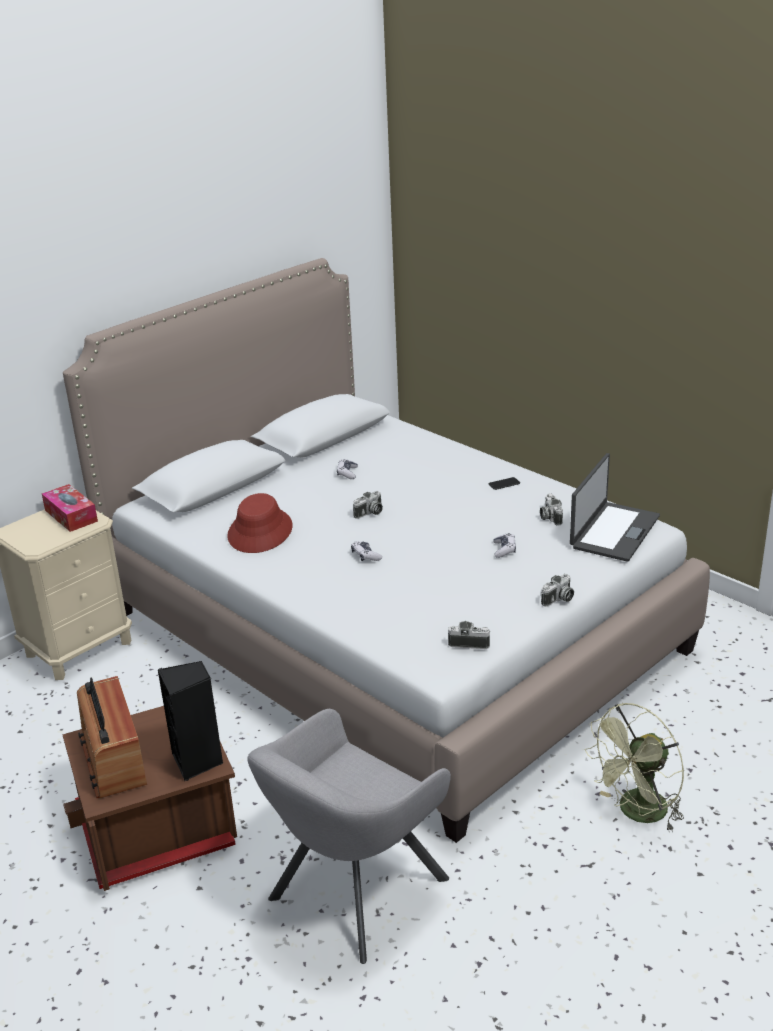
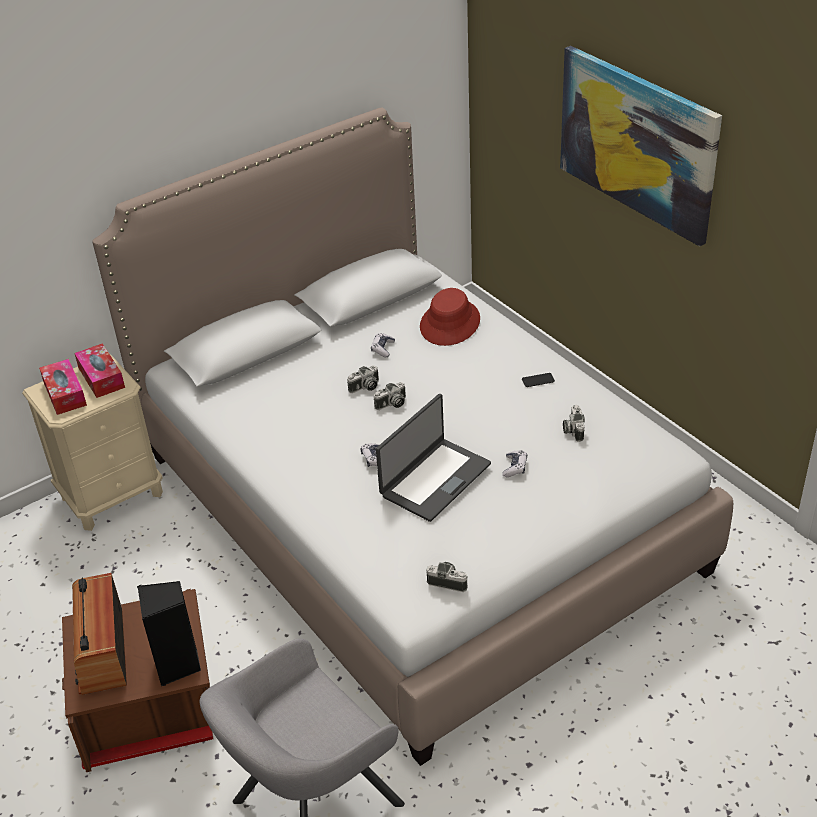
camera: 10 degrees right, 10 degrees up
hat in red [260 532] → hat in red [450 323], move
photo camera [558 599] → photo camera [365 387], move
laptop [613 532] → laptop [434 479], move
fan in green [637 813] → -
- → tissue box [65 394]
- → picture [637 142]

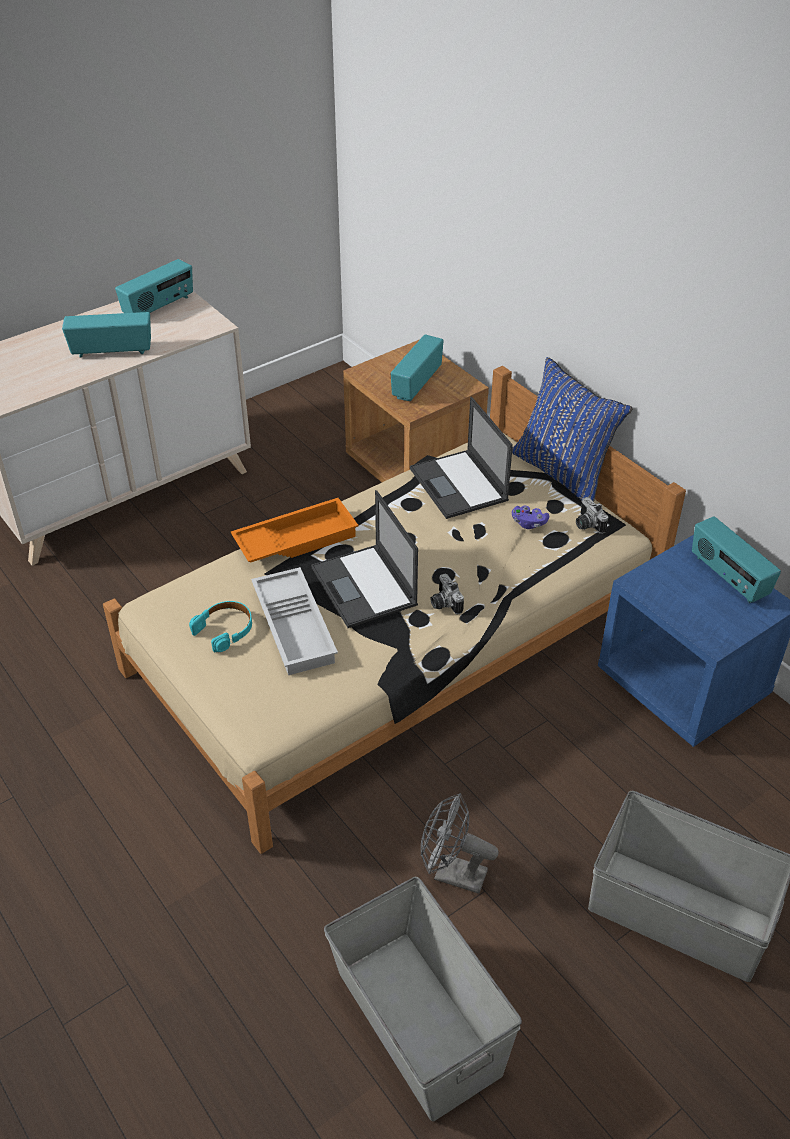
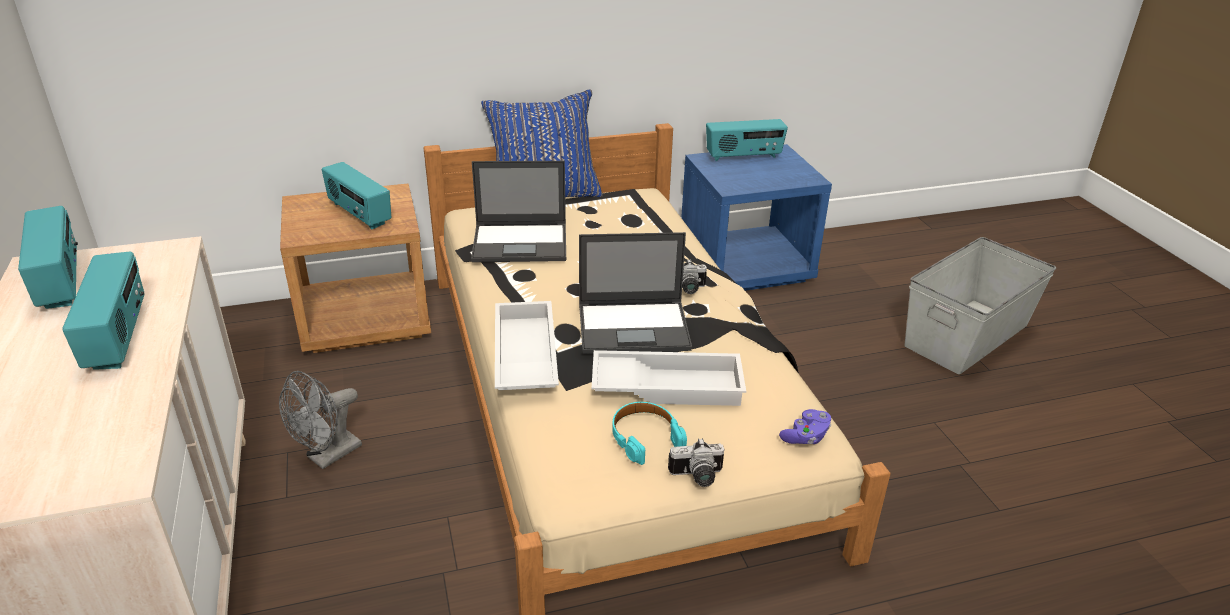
camera: 70 degrees left, 10 degrees down
radio [112 351] → radio [119 337], 150 degrees clockwise
tray in orange [296 539] → tray in white [523 356]
storage box in grey [417 1023] → -
fan in grey [452 874] → fan in grey [328 456], move
game controller in purple [528 523] → game controller in purple [805 437], move
photo camera [586 524] → photo camera [697 477], move

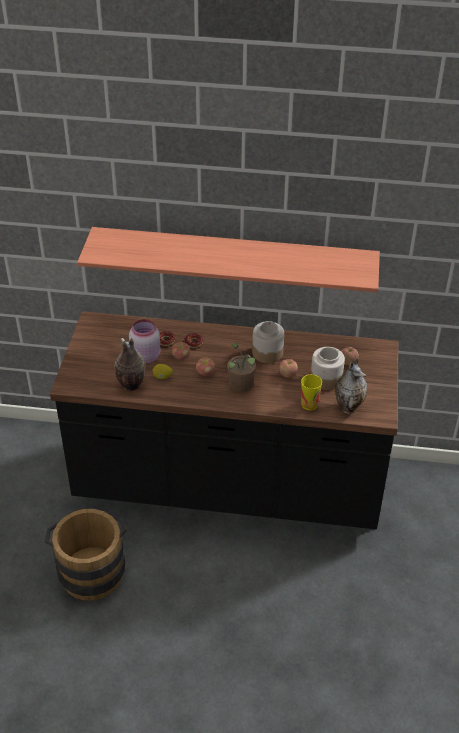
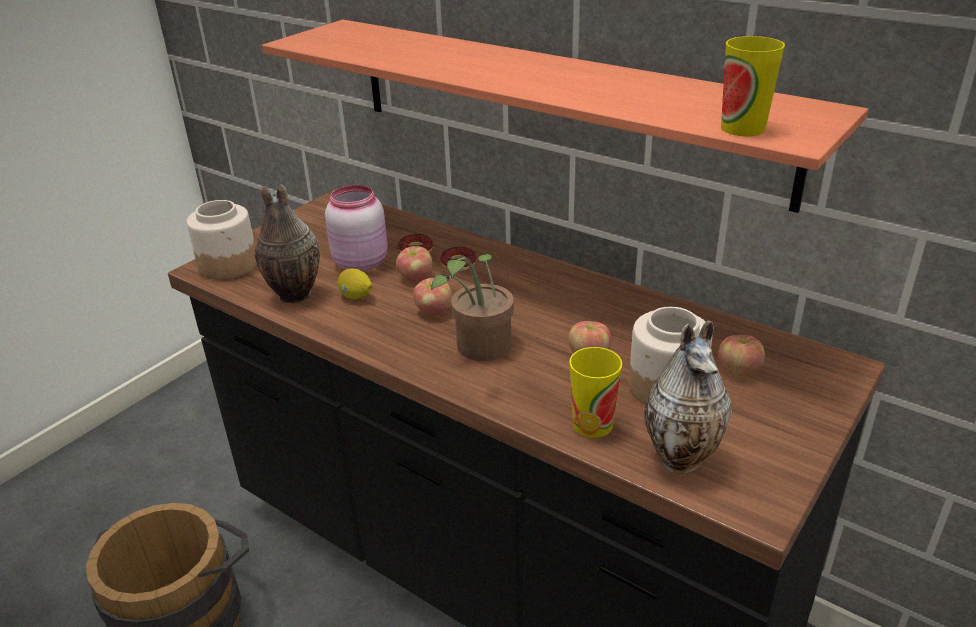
camera: 30 degrees right, 10 degrees down
jar [267 353] → jar [229 265], move
- → cup [743 128]

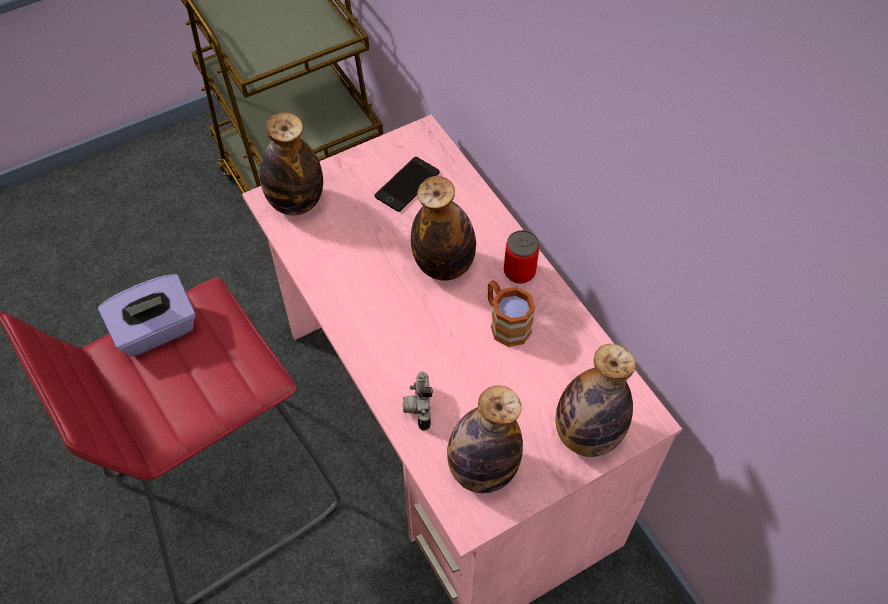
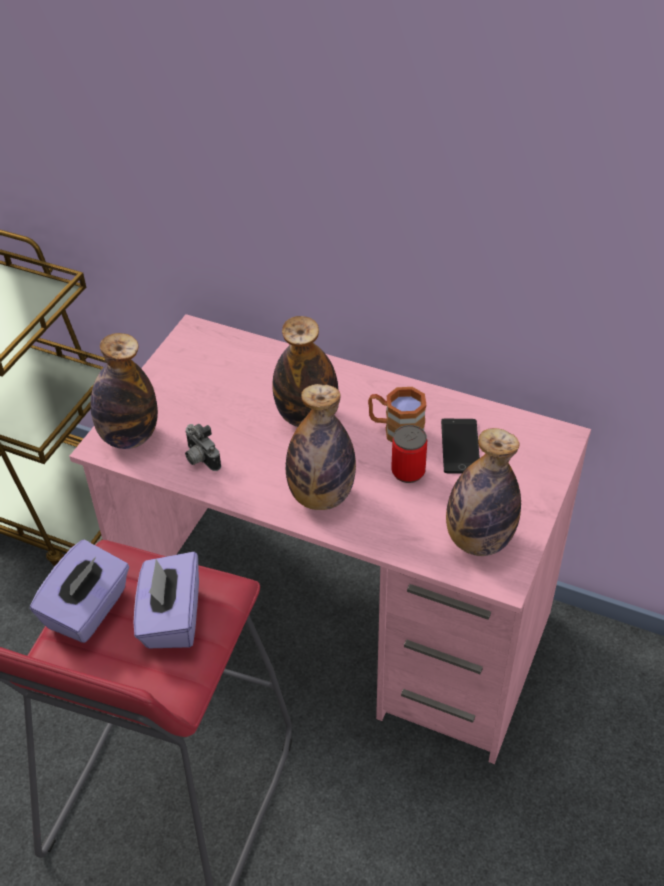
camera: 35 degrees left, 10 degrees down
phone [407 184] → phone [460 446], move
photo camera [418 407] → photo camera [200 459], move
can [519 272] → can [408 471], move
bottle [586 435] → bottle [321 496], move
- → tissue box in purple [171 618]

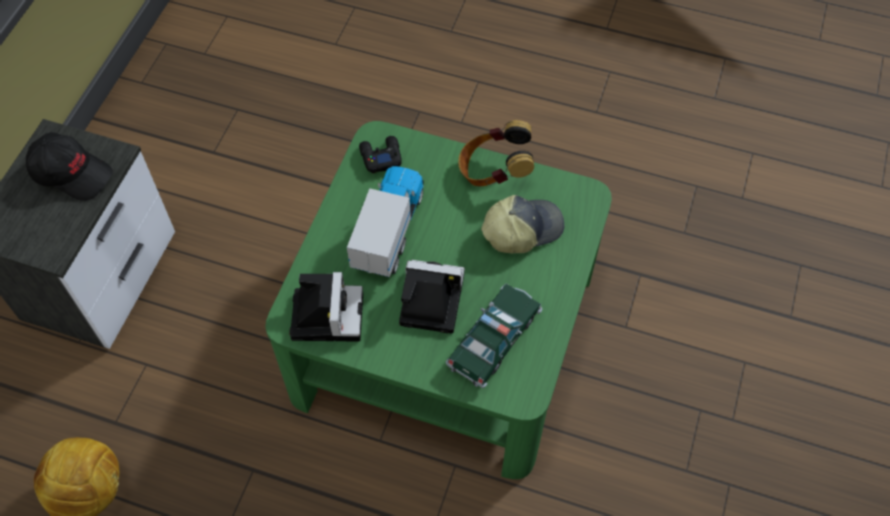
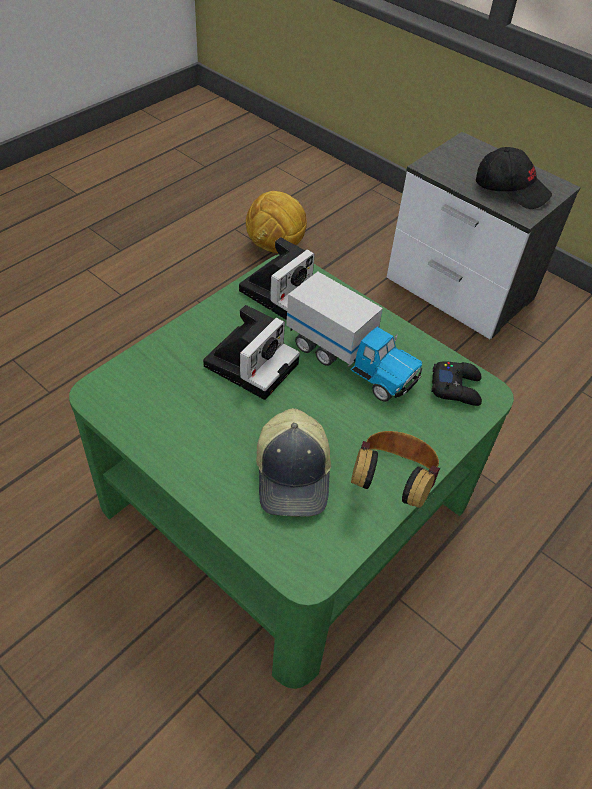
camera: 110 degrees right, 10 degrees down
cap in black [72 173] → cap in black [511 189], 105 degrees counterclockwise
photo camera [326 313] → photo camera [283 291], 75 degrees counterclockwise
toy car [494 340] → -

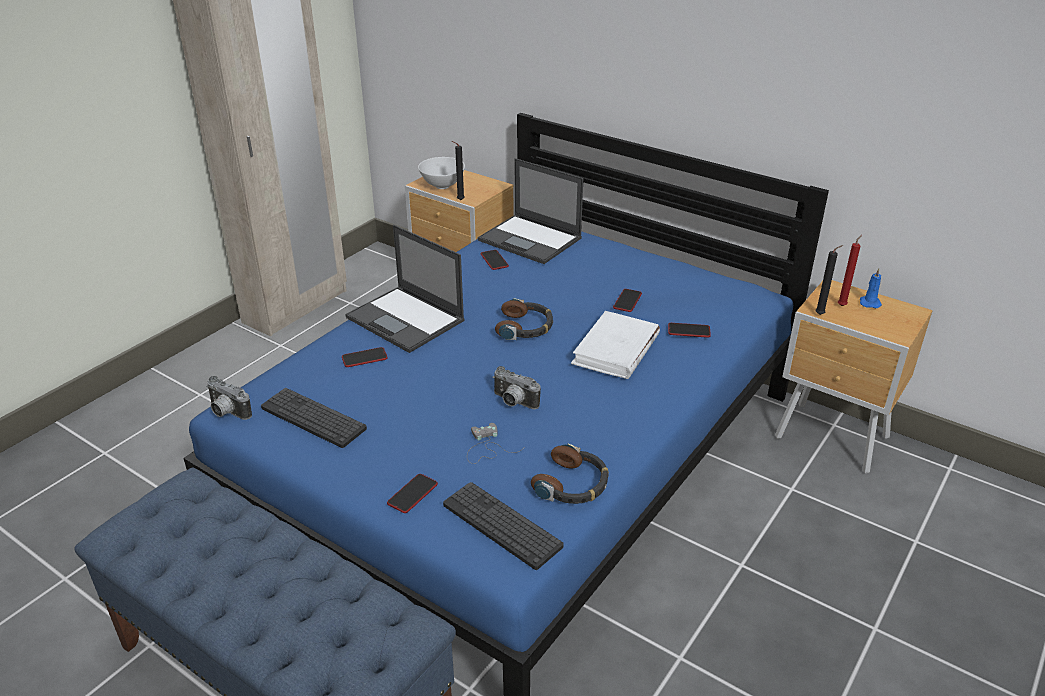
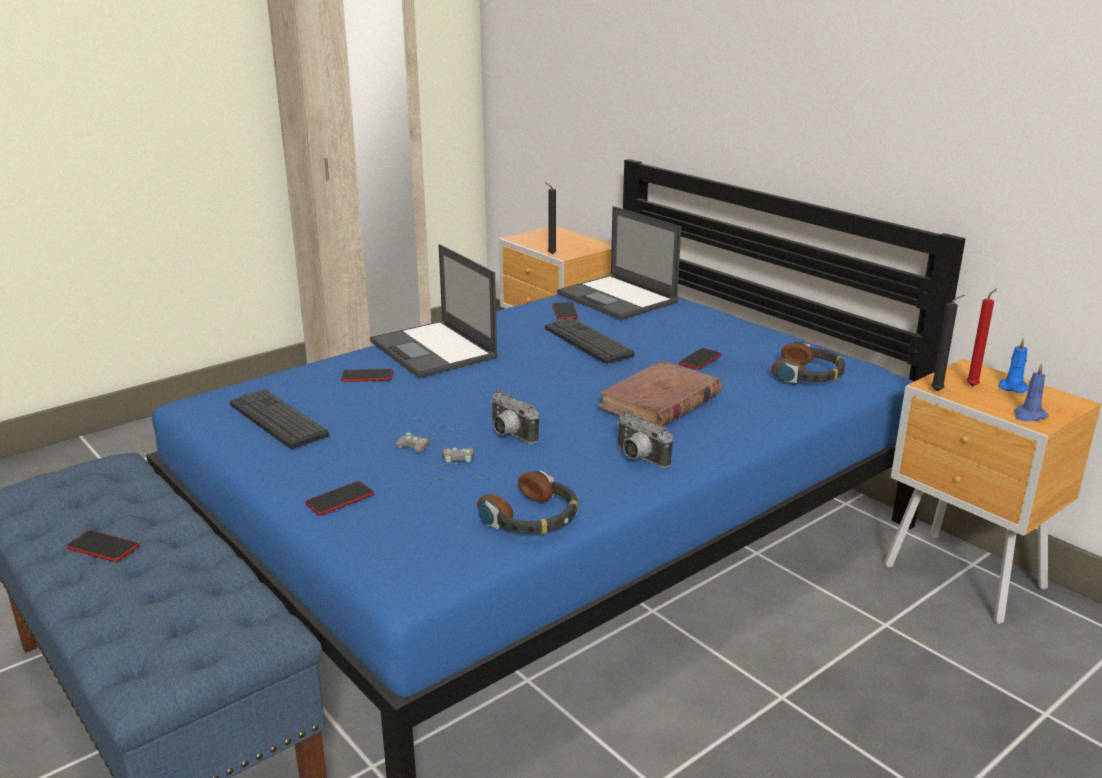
camera: 15 degrees right, 10 degrees down
photo camera [226 413] → photo camera [638 458], move
bowl in white [442 186] → -
keyboard [501 525] → keyboard [588 342], move
headphones [525 327] → headphones [809 374], move
book in white [616 350] → book in brown [659 401]
phone [689 331] → phone [103 547], move
- → game controller in grey [431 437]
- → candle in blue [1029 416]

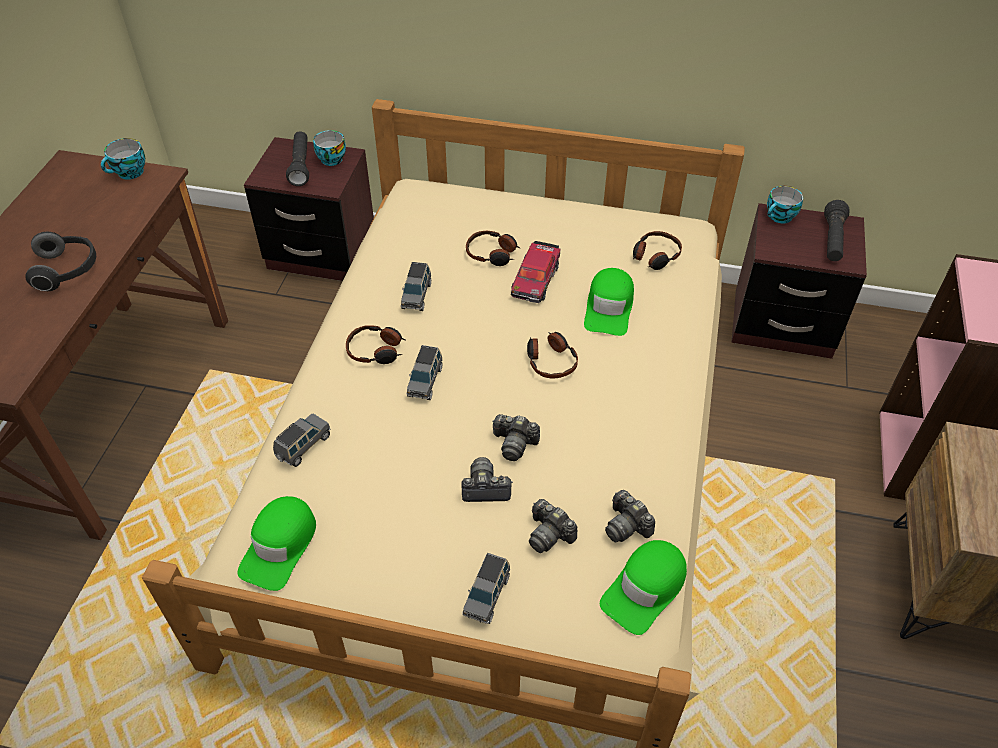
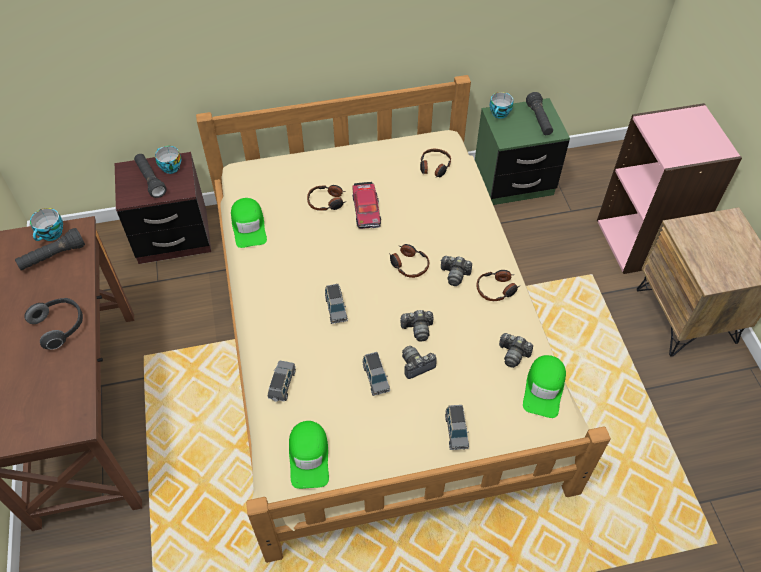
camera: 25 degrees left, 5 degrees up
headphones [376 351] → headphones [497 289], move
toy car in grey [416 295] → toy car in grey [375 378], move
photo camera [549 534] → photo camera [455 275], move
cap in green [609 308] → cap in green [249 226], move
nightstand in brown [782 324] → nightstand in green [513 181]
- → flashlight in black [53 257]

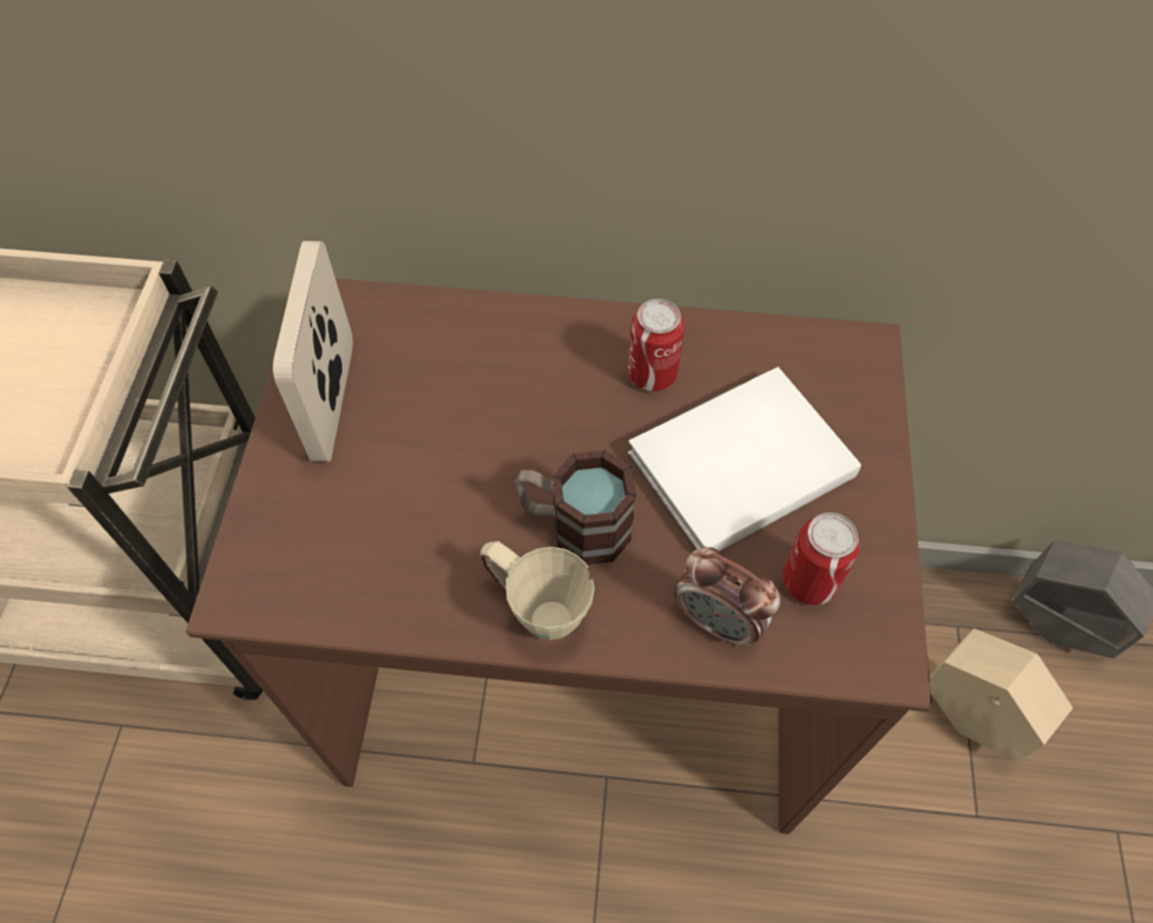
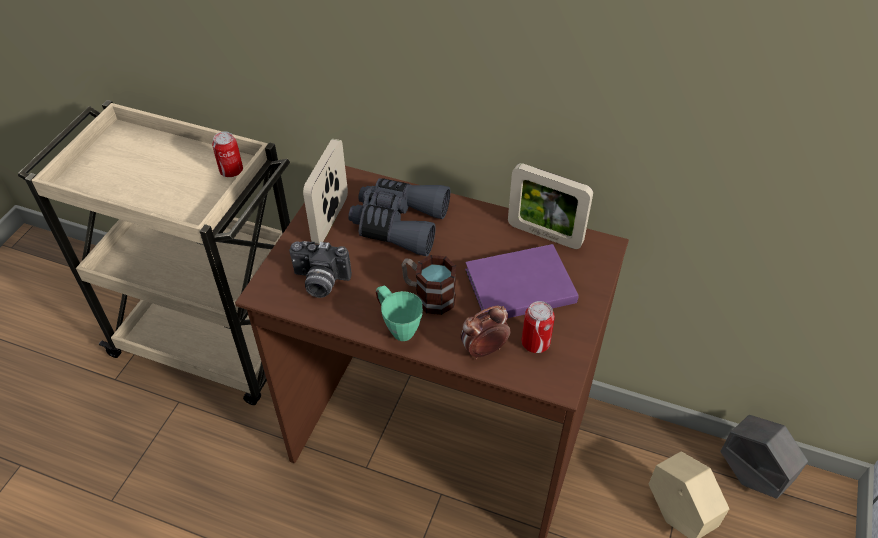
camera: 15 degrees right, 10 degrees down
mug in beige [535 609] → mug in green [397 326]
can [652 374] → can [231 171], move
book in white [734 465] → book in purple [517 285]
alarm clock [718 621] → alarm clock [483 350], 105 degrees clockwise
- → photo camera [320 282]
- → binoculars in grey [398 224]
- → picture frame [544 235]

